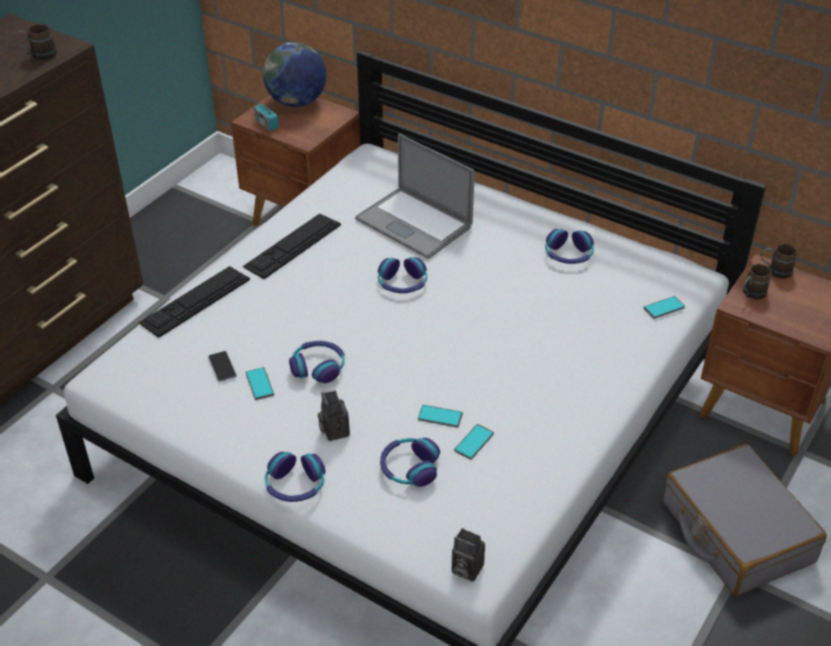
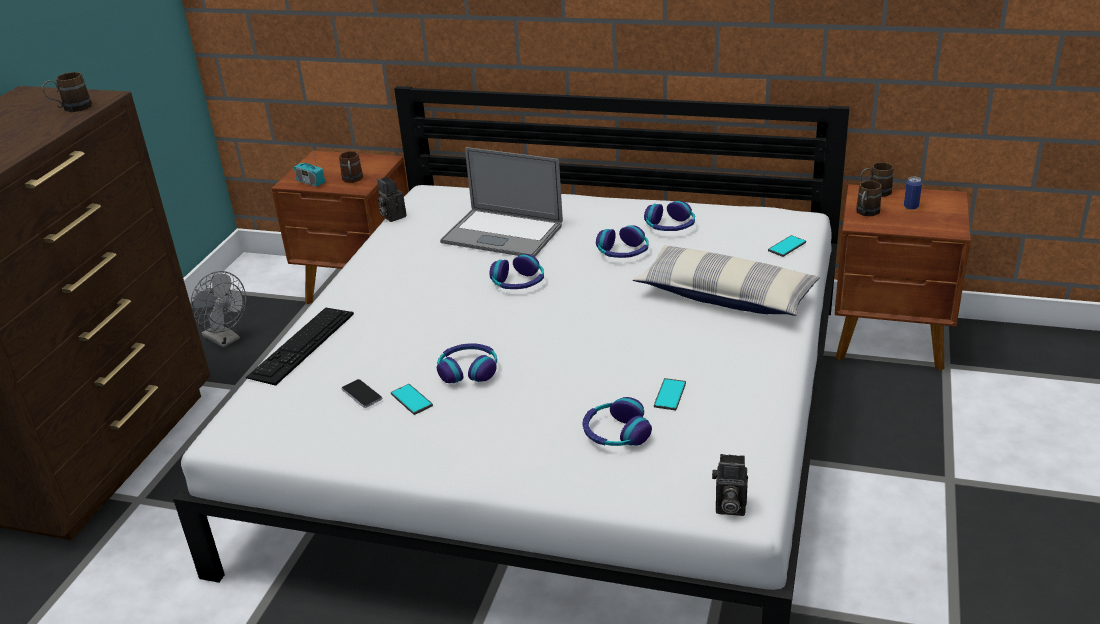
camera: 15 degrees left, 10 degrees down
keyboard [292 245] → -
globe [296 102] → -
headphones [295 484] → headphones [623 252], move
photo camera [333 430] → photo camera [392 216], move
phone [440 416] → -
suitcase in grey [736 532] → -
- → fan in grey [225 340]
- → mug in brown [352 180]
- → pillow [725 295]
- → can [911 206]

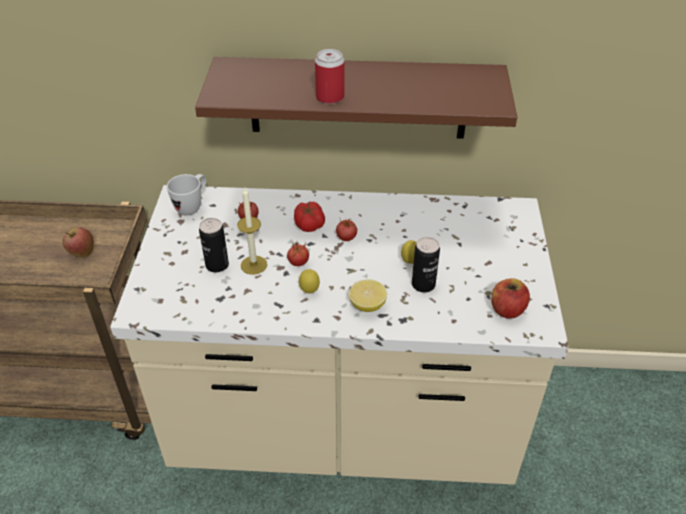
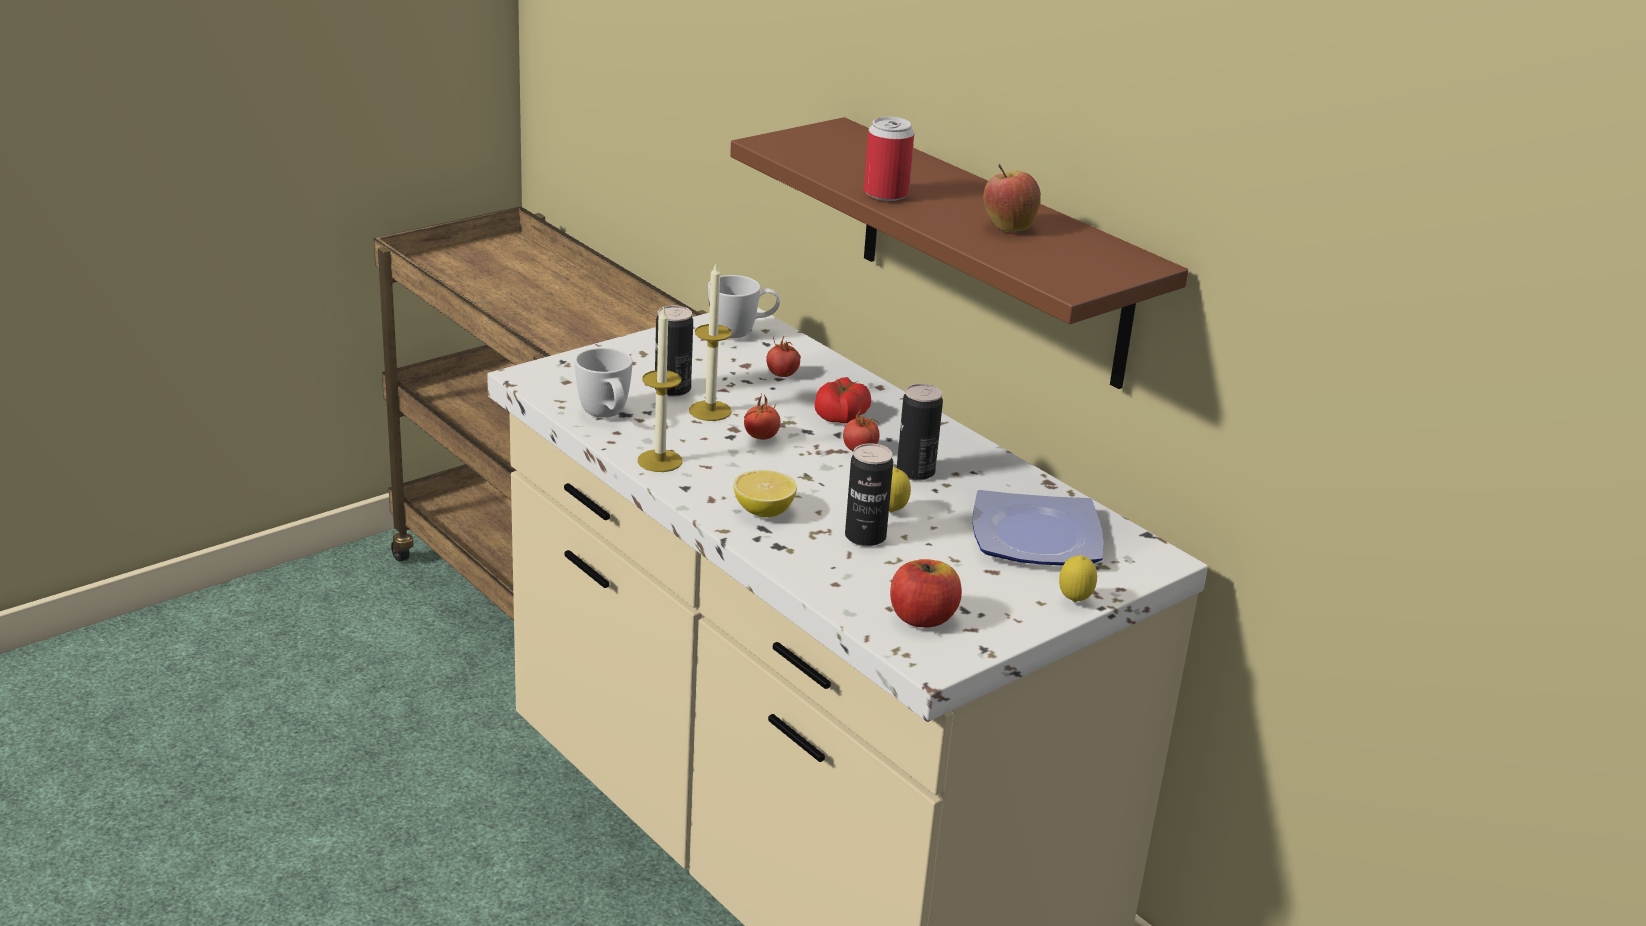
camera: 45 degrees right, 15 degrees down
apple [82 253] → apple [1007 227], move
lemon [309 291] → lemon [1074 601], move
- → mug in white [606 416]
- → candle [660 461]
- → can [915 472]
- → plate [1038 539]

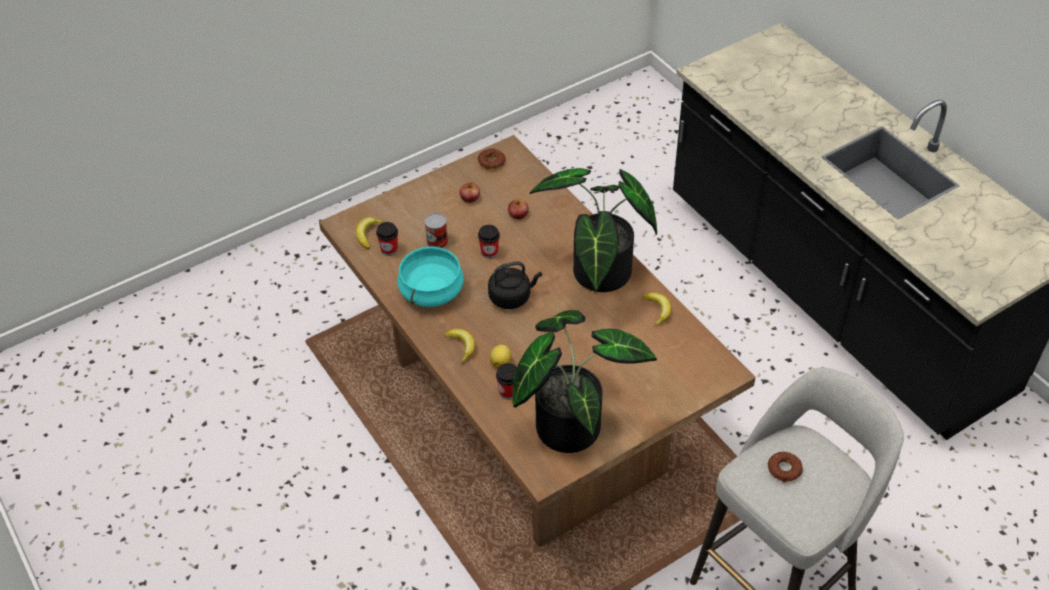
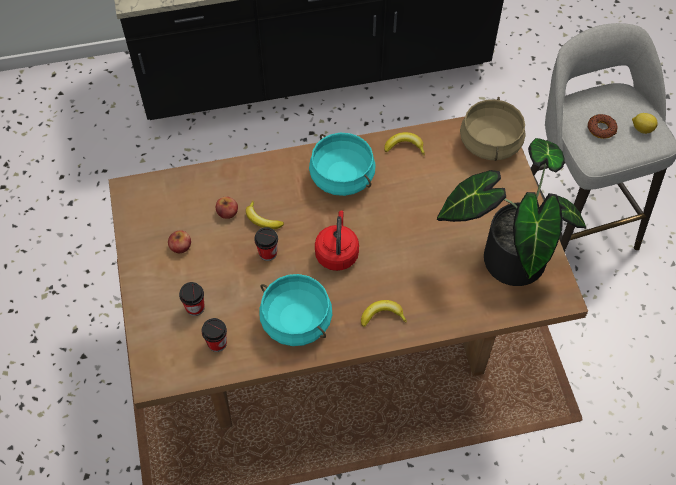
camera: 70 degrees left, 10 degrees up
banana [368 234] → banana [262 220], move
can [437 241] → -
donut [491 162] → -
kettle in black [512 297] → kettle in red [337 253]
lemon [501 362] → lemon [642 128], move
cup [508 392] → cup [195 307], move
potted plant [597 276] → cooking pot in turquoise [342 176]
- → cooking pot in beige [490 143]

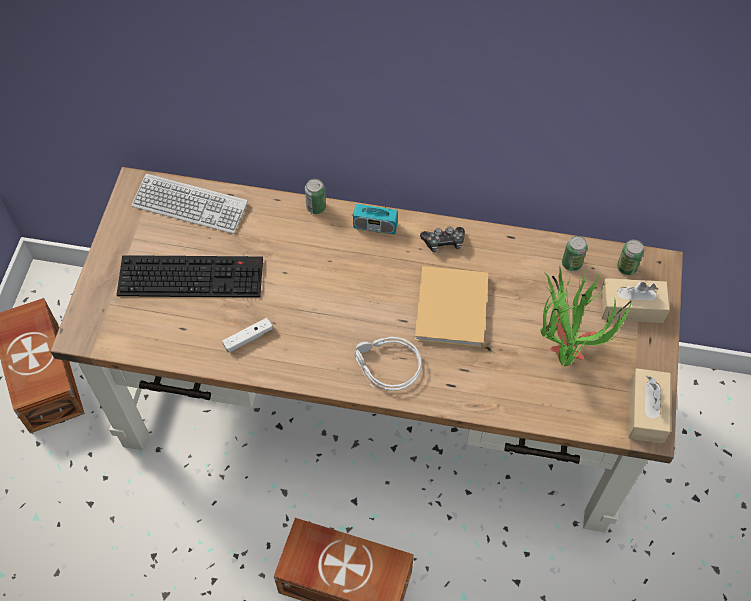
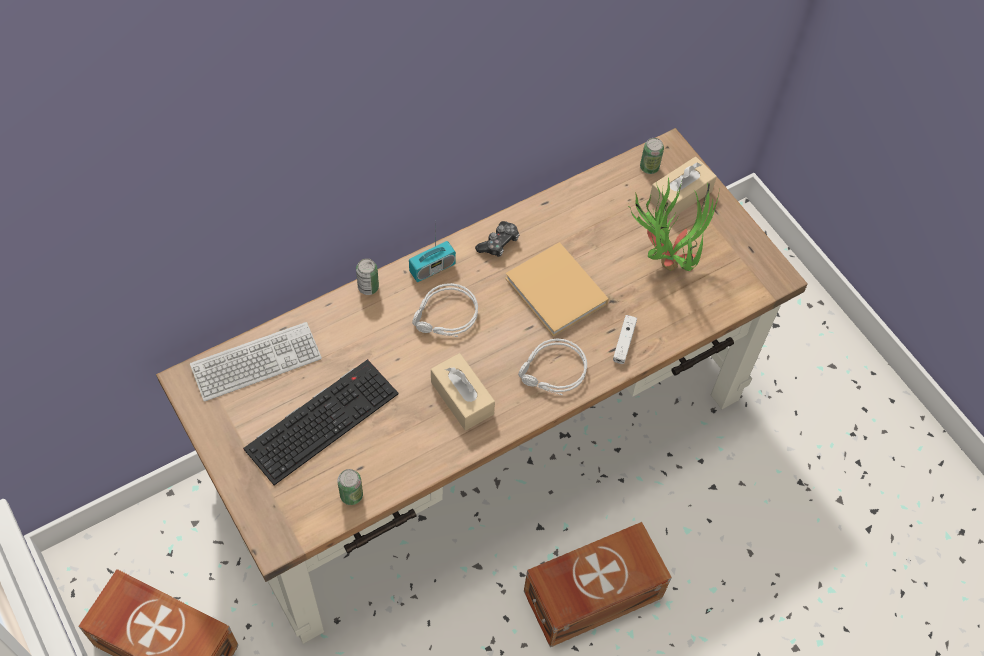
camera: 45 degrees left, 0 degrees up
game controller in white [248 338] → game controller in white [624 342], move
can [571 263] → can [351 495], move
tissue box in beige [646 411] → tissue box in beige [462 398], move
- → headphones in grey [445 317]

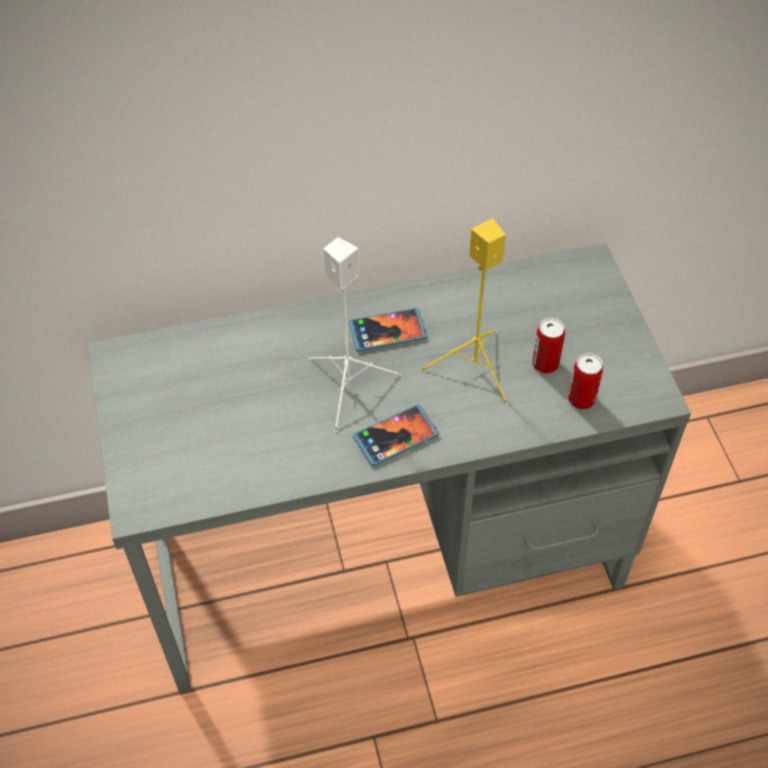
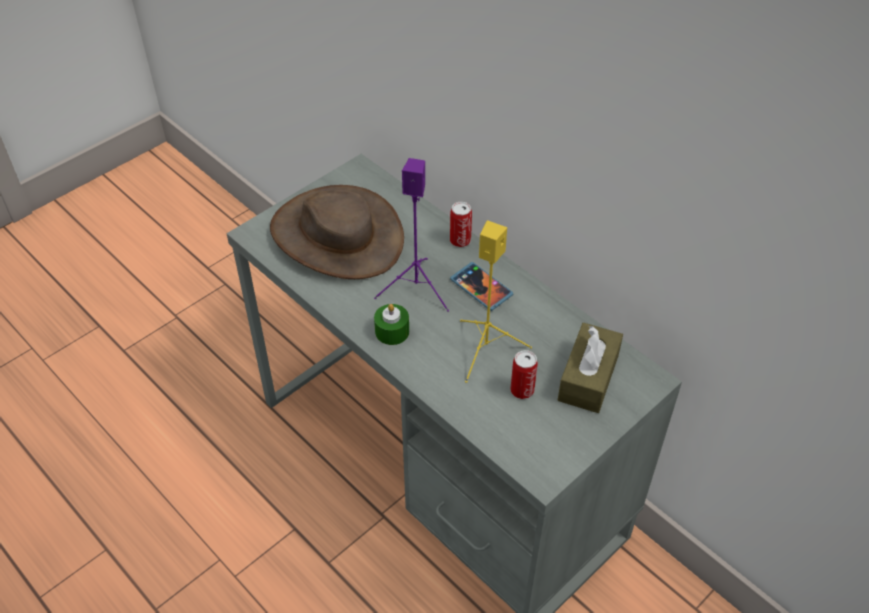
camera: 60 degrees right, 5 degrees down
speaker in white [349 386] → speaker in purple [417 289]
phone [396 437] → candle in green [392 331]
can [581 399] → can [460 241], move
- → hat in brown [337 235]
- → tissue box in brown [588 377]

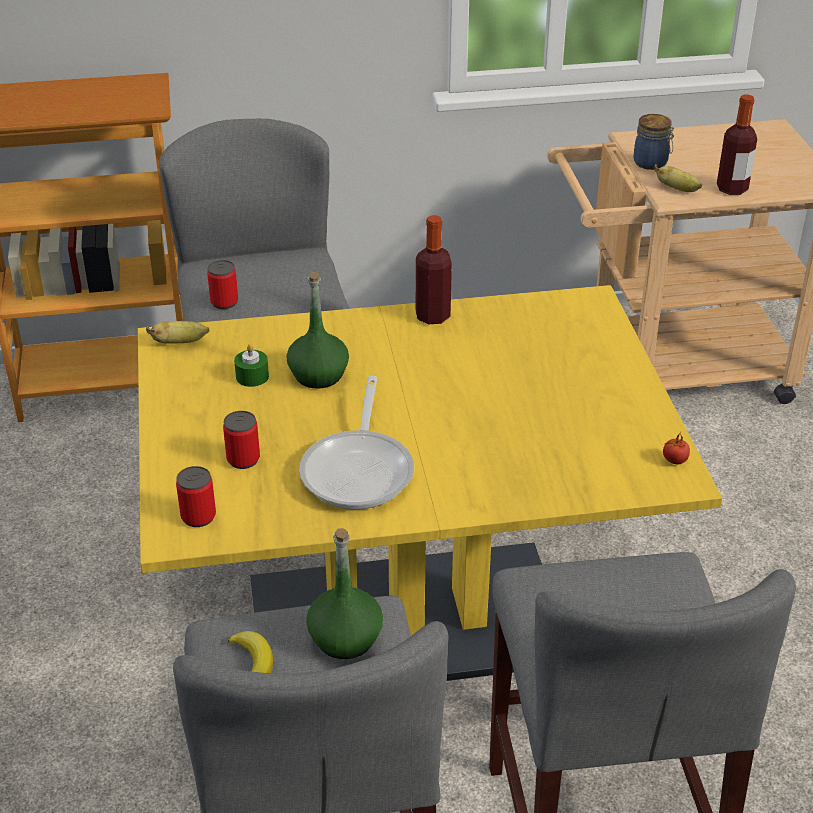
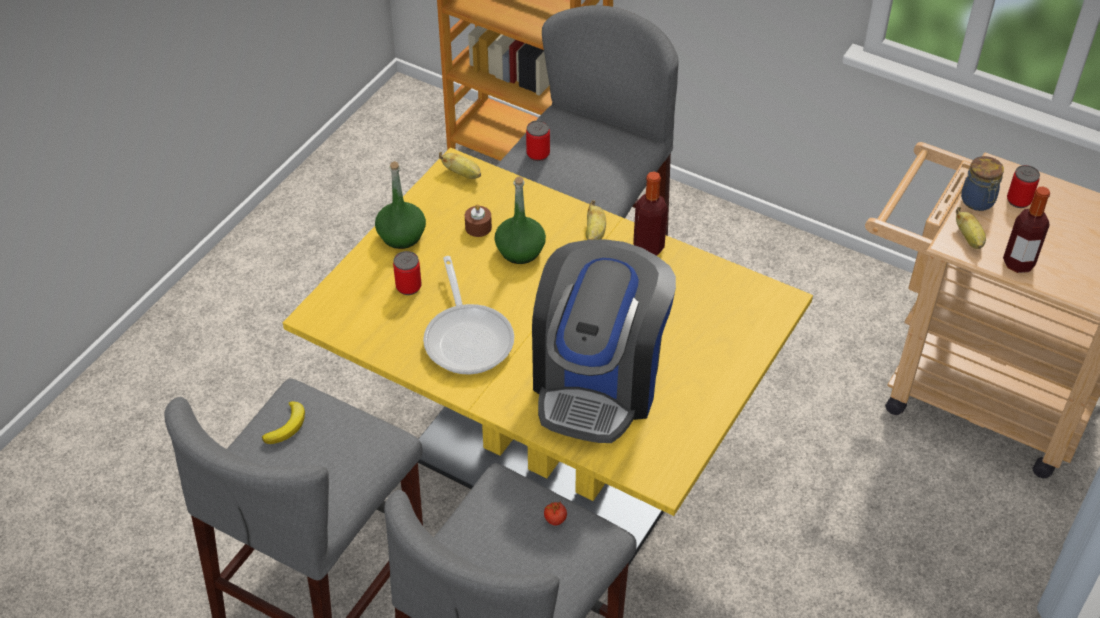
camera: 40 degrees right, 10 degrees up
can [198 516] → can [1018 200], move
candle in green [252 376] → candle in brown [478 227]
frying pan [360 469] → frying pan [468 337], 60 degrees counterclockwise
bottle in green [346 638] → bottle in green [402 236], move
tomato [674 460] → tomato [555 519], move
- → coffee machine [599 380]
- → banana [594 233]

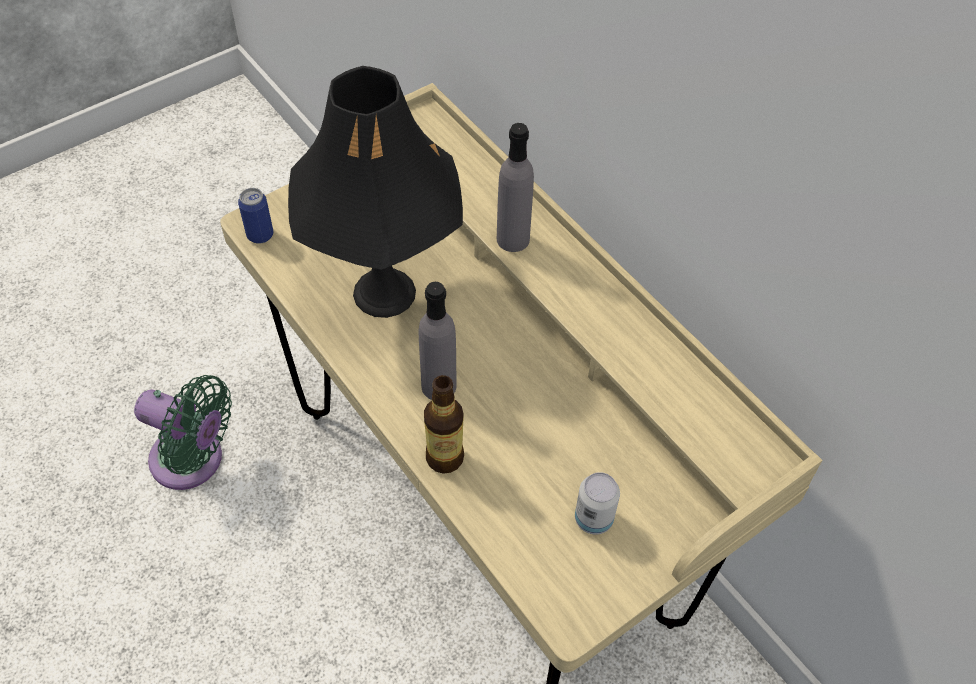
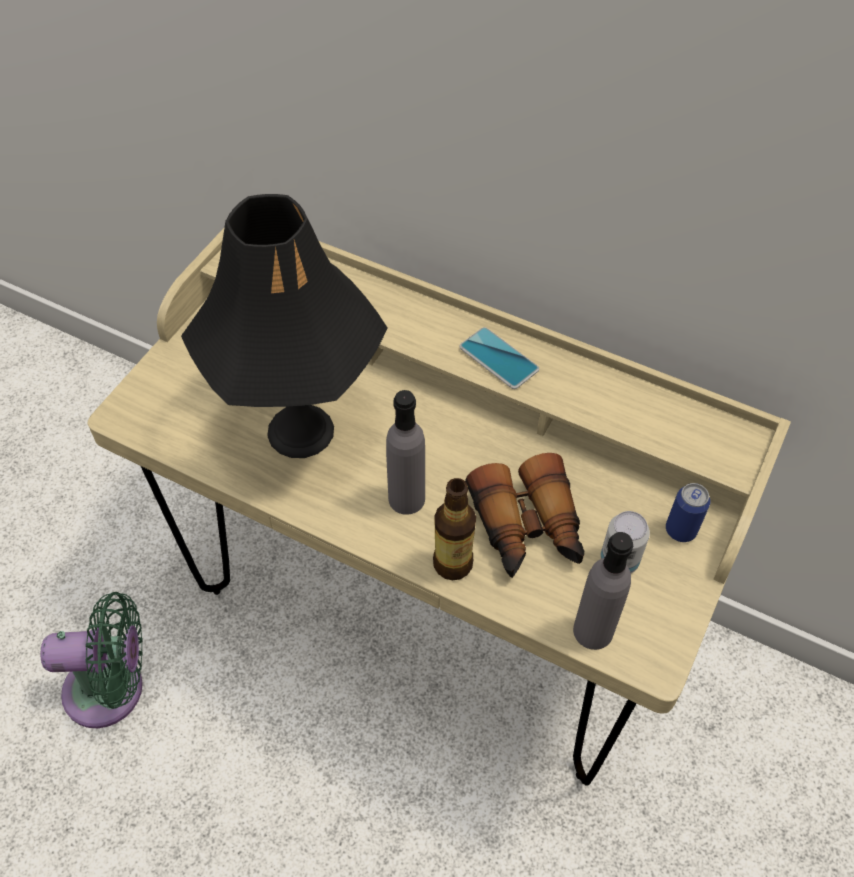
camera: 25 degrees left, 0 degrees up
can [260 235] → can [680 530], move
bottle in grey [513 239] → bottle in grey [593 631], move
- → phone [499 358]
- → binoculars [528 529]

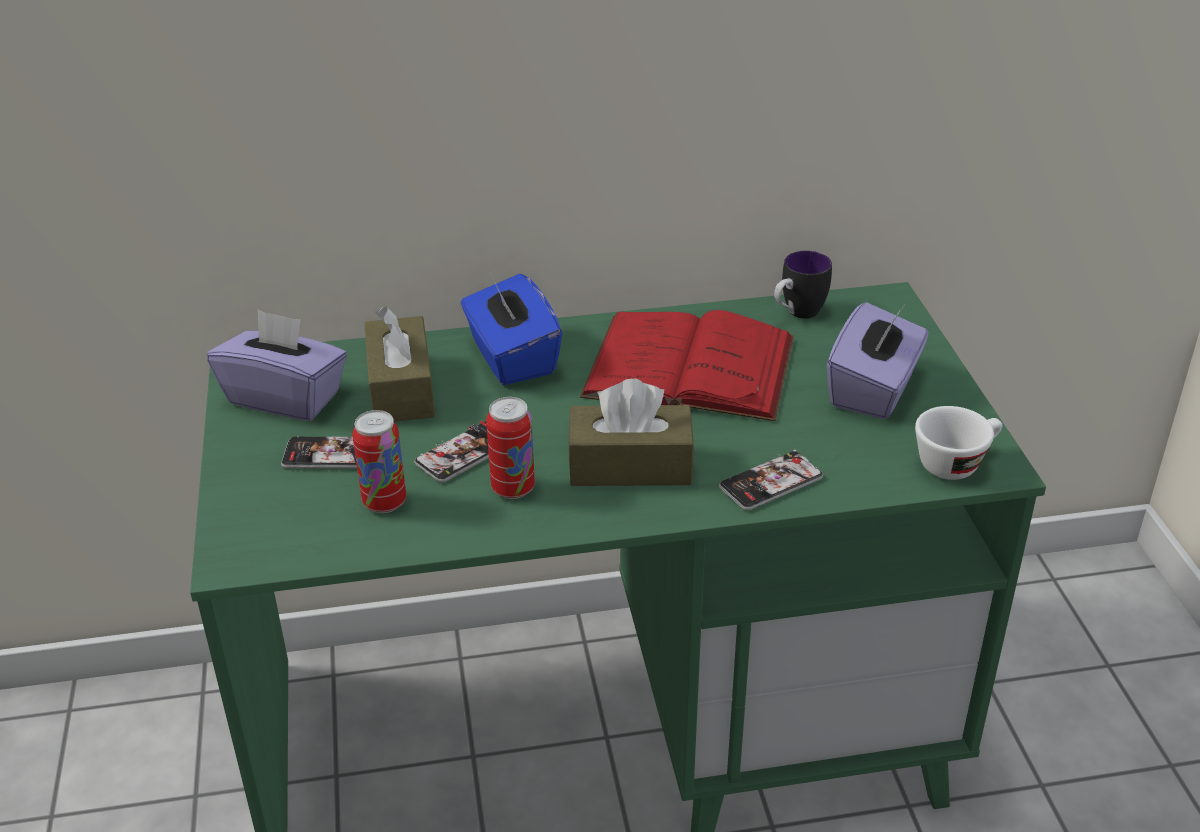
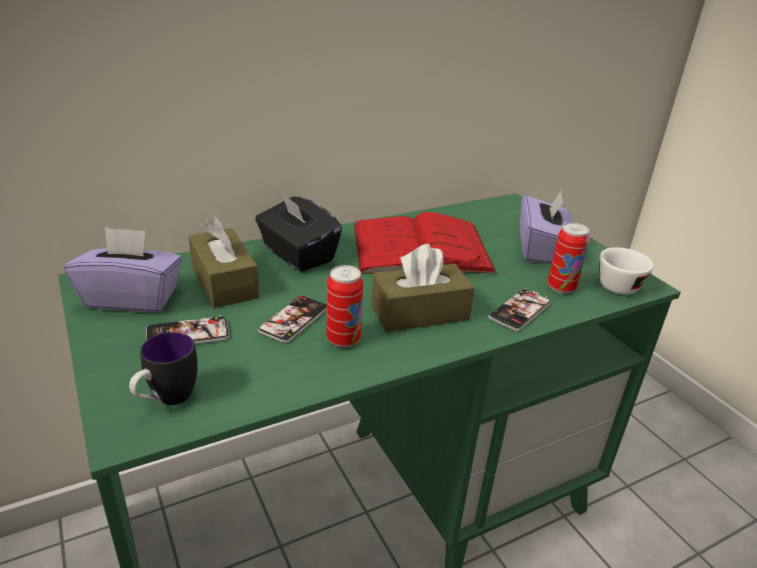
camera: 20 degrees left, 5 degrees down
can [384 502] → can [561 287], move
tissue box in blue [511 358] → tissue box in black [297 254]
mug [797 314] → mug [167 400], move

